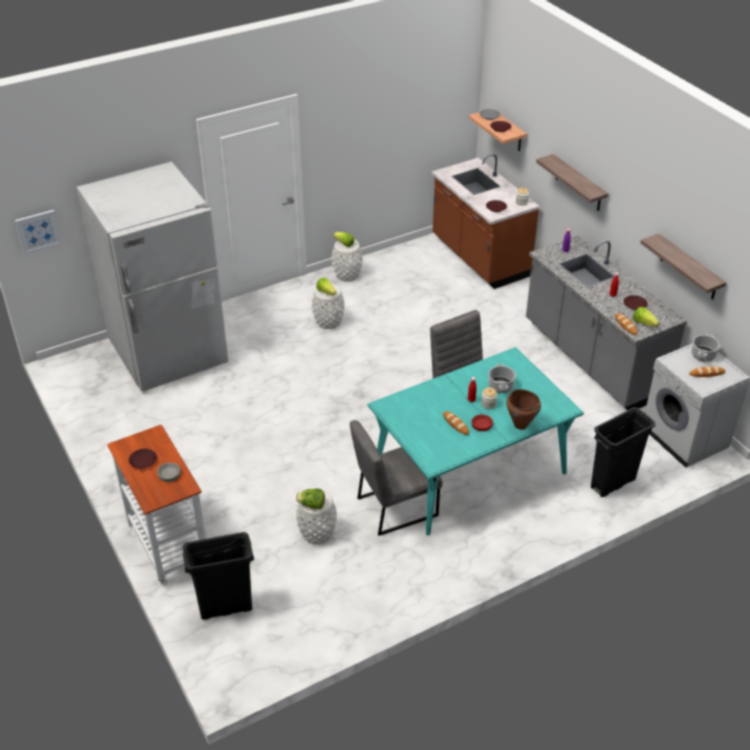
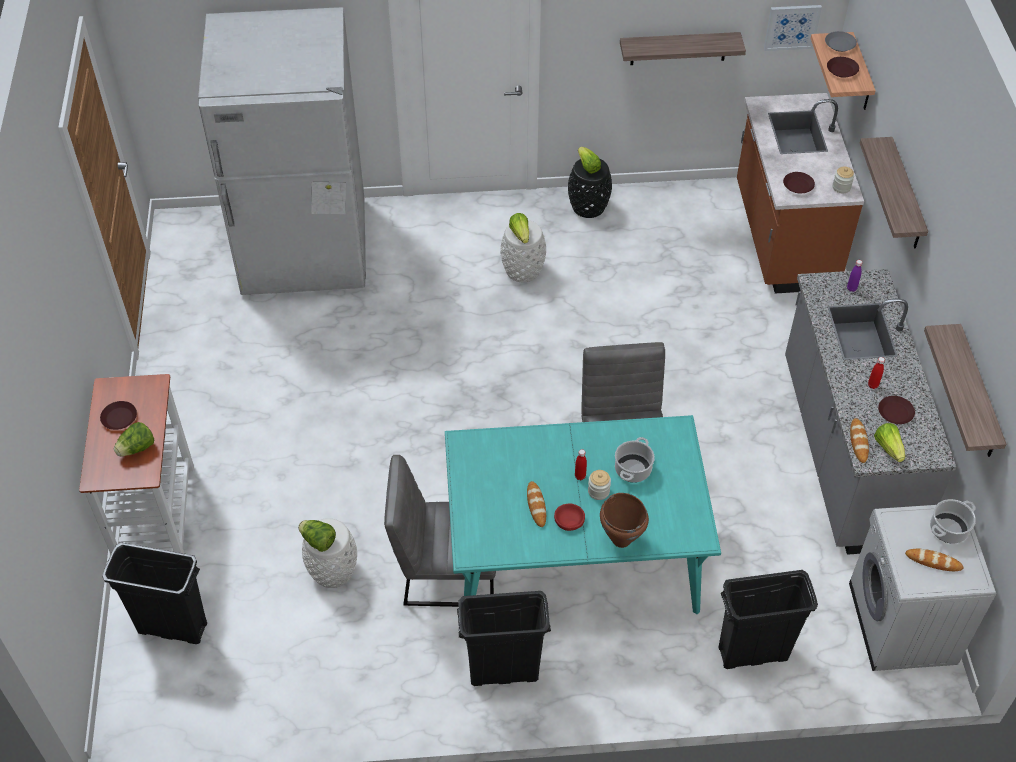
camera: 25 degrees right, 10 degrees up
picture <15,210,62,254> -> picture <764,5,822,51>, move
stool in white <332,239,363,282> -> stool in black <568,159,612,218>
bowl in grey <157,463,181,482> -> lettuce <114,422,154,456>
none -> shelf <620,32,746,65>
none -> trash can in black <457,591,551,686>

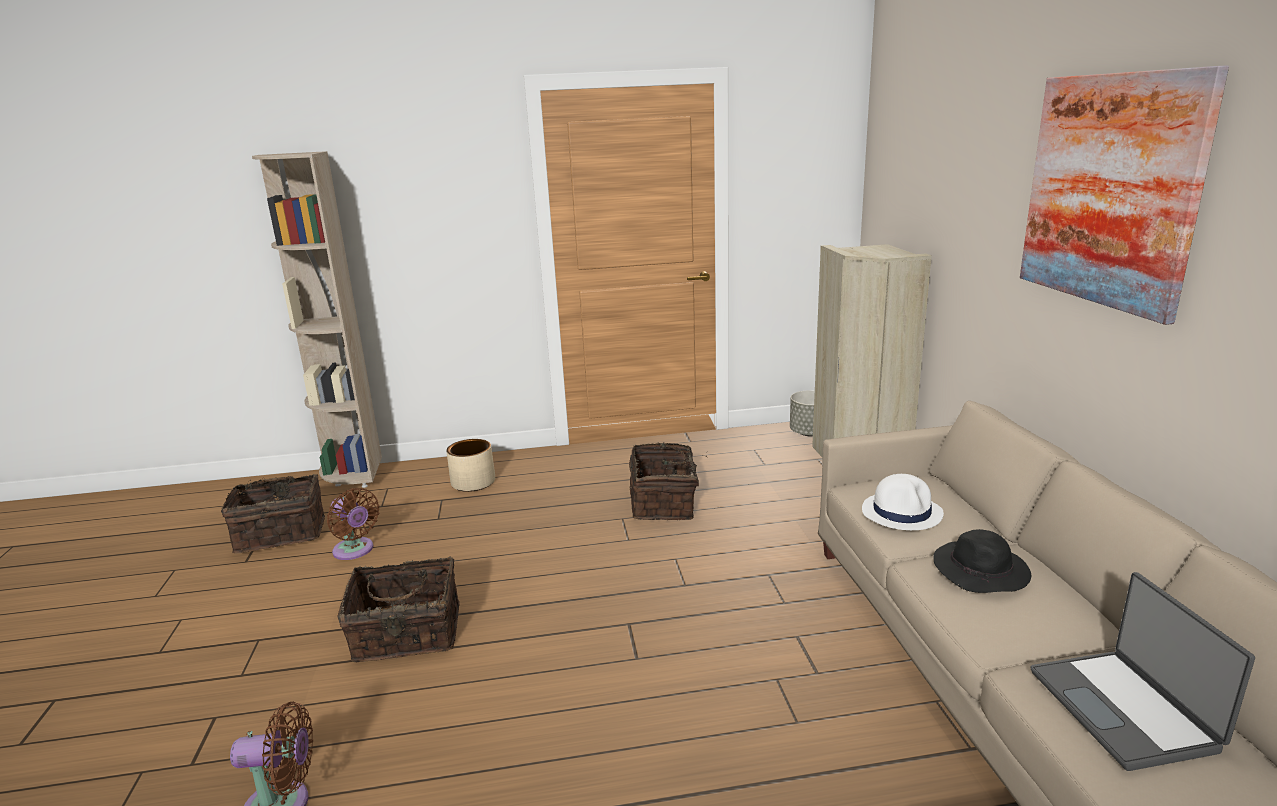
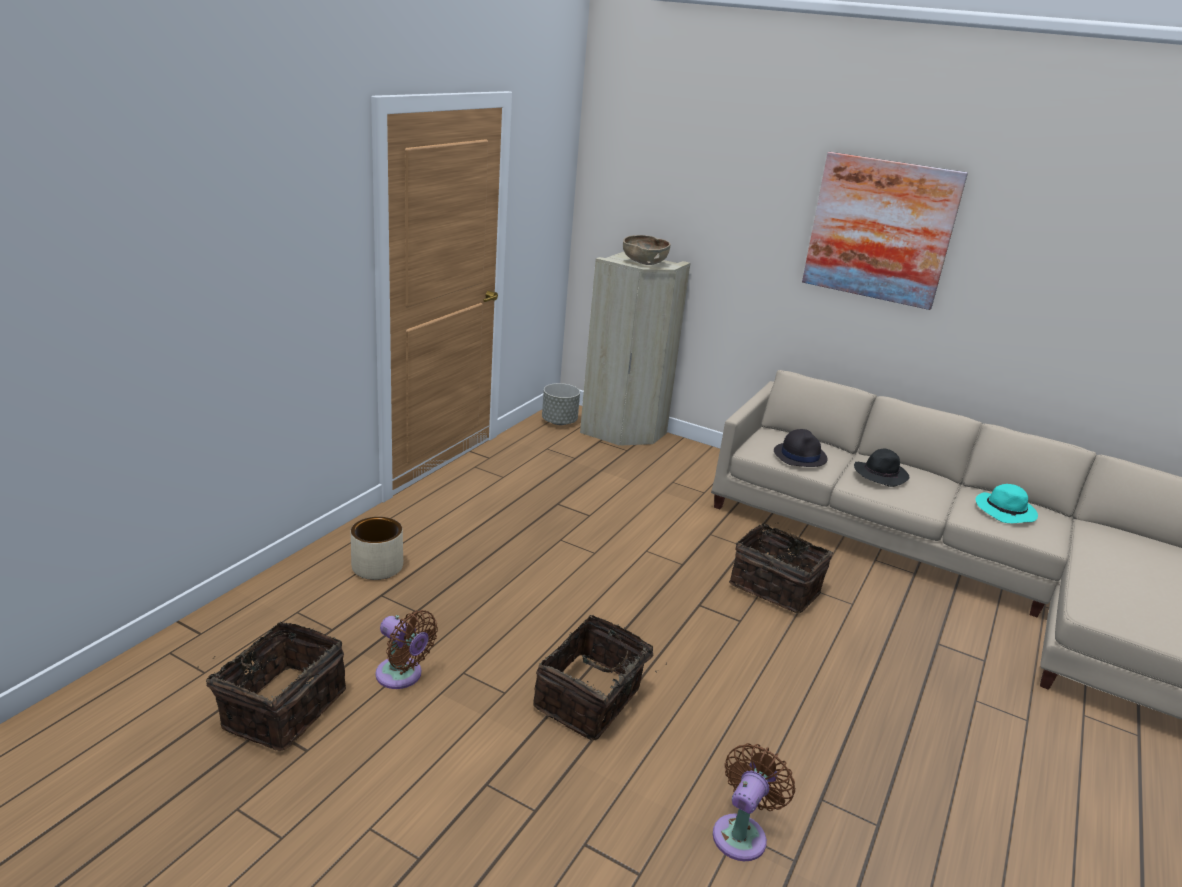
camera: 55 degrees left, 5 degrees up
bookcase in beige <252,151,382,488> -> none
basket <629,442,707,520> -> basket <729,522,833,613>, move
hat in white <862,474,944,530> -> hat in black <774,429,828,467>
fan in brown <327,488,380,560> -> fan in brown <375,610,438,689>, 45 degrees clockwise
laptop <1030,572,1255,771> -> hat in turquoise <976,484,1038,523>
none -> bowl in brown <623,235,671,265>

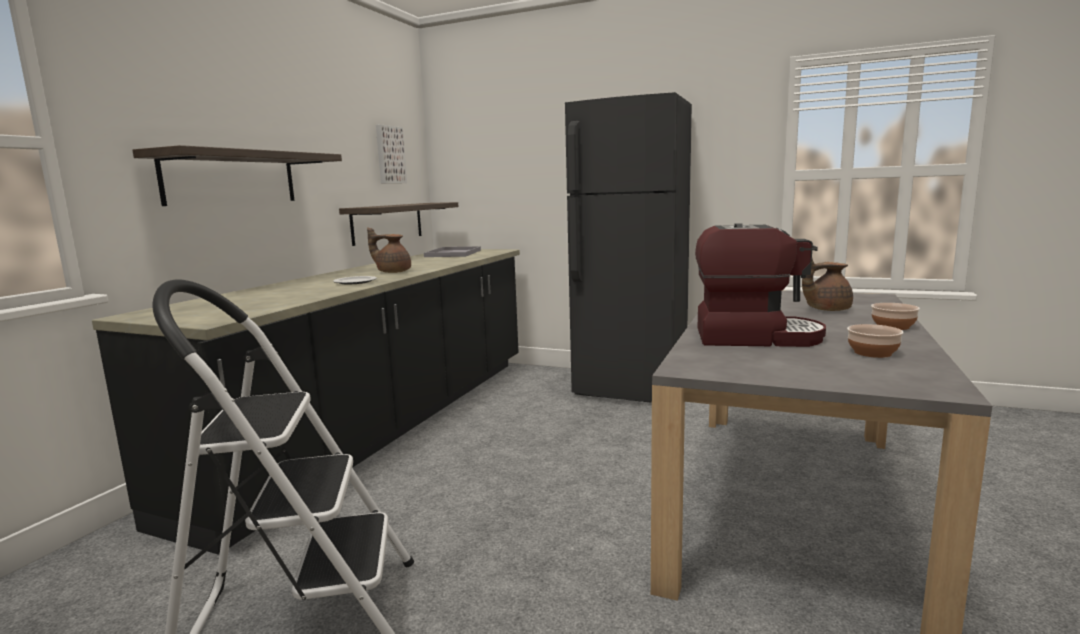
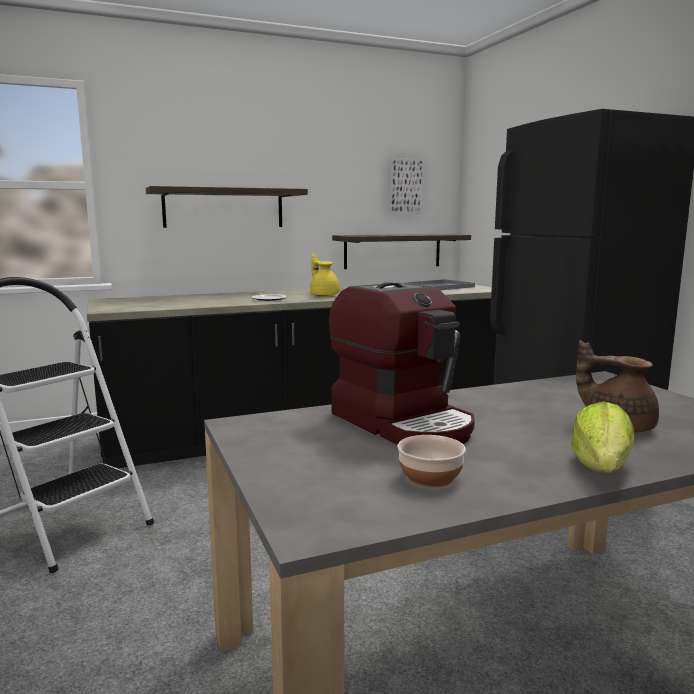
camera: 45 degrees right, 0 degrees up
teapot in brown <367,227,411,273> -> teapot in yellow <310,254,340,296>
bowl <871,303,920,330> -> lettuce <571,401,635,473>

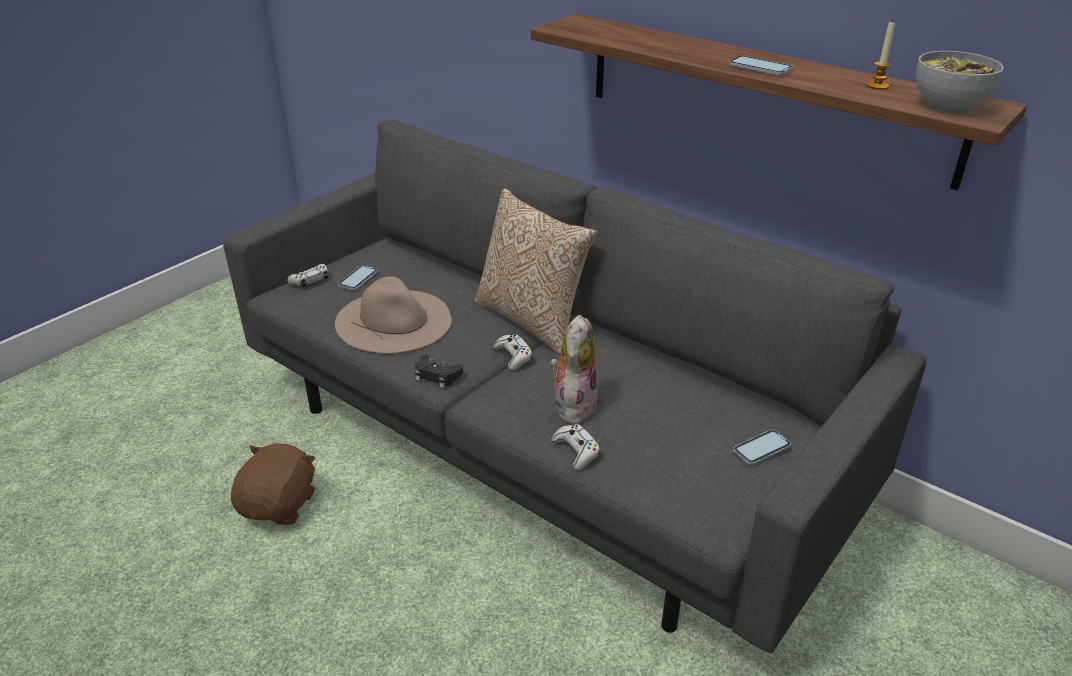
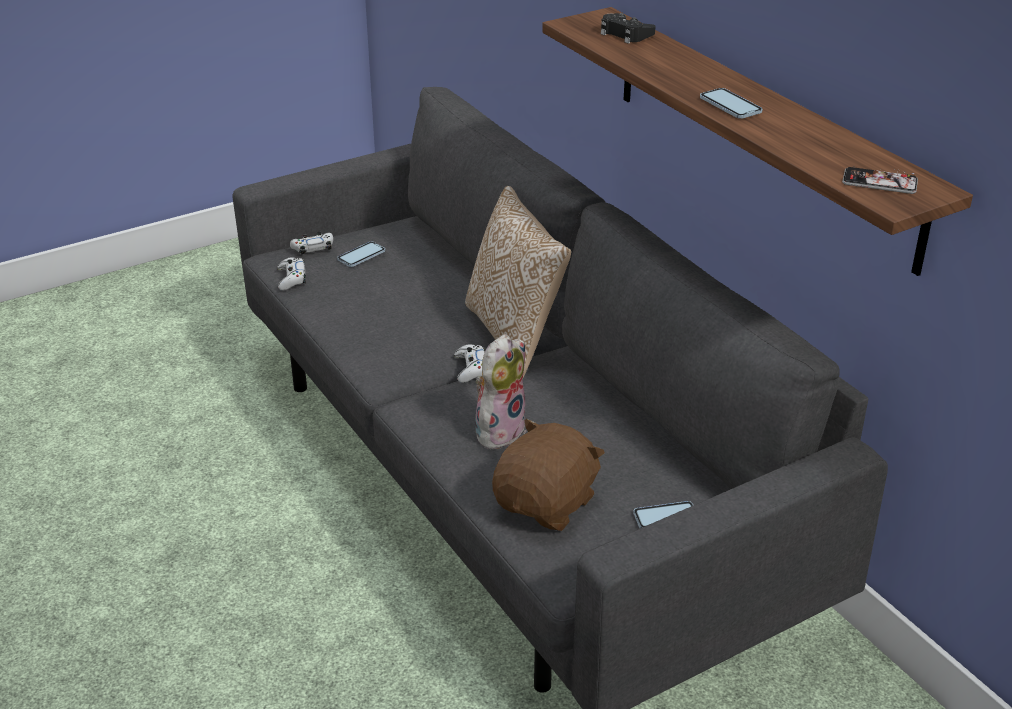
camera: 20 degrees right, 0 degrees up
candle <867,20,895,90> -> none
bowl <916,51,1004,113> -> phone <842,166,918,194>
hat in beige <335,276,452,354> -> none
game controller in black <415,355,463,388> -> game controller in black <601,13,656,44>, move
game controller in white <551,424,600,470> -> game controller in white <277,257,306,290>, move
plush toy in brown <231,444,315,525> -> plush toy in brown <492,419,605,531>, move

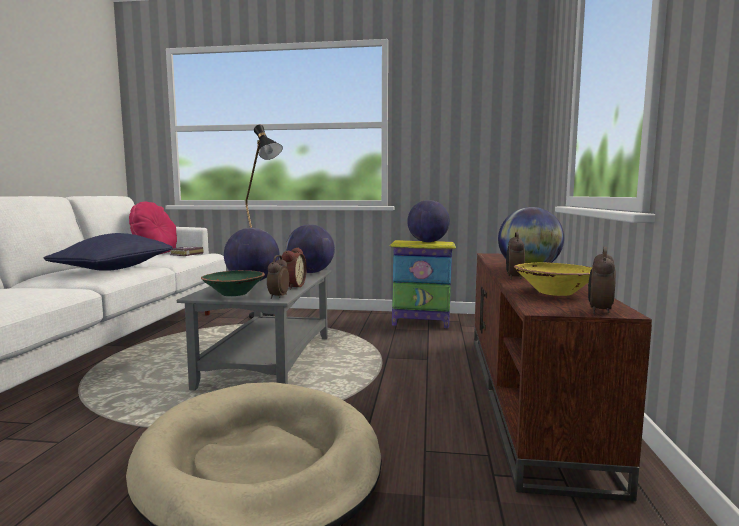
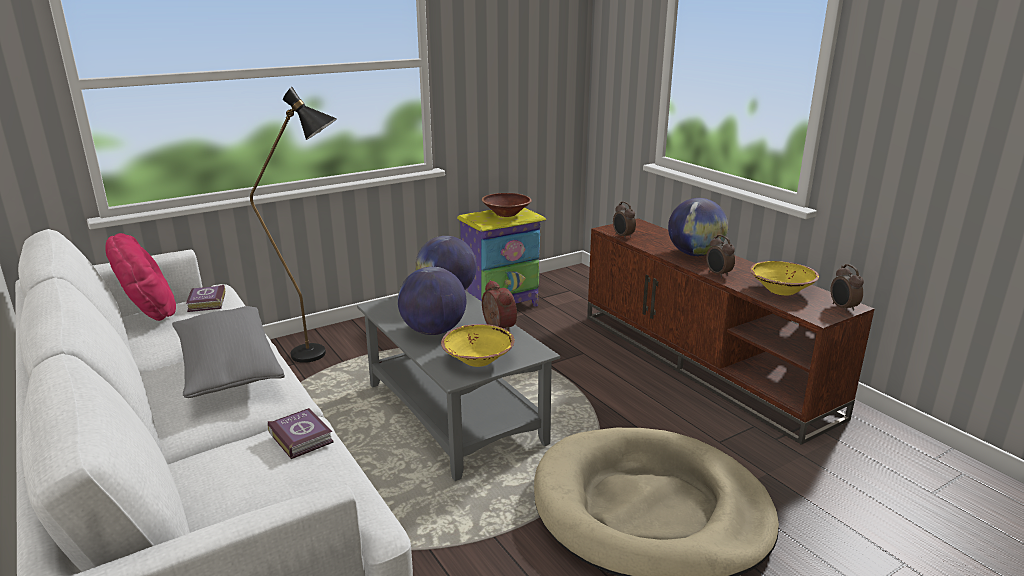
camera: 40 degrees left, 15 degrees up
globe <407,200,450,242> -> bowl in brown <482,193,532,217>
pillow in blue <44,233,173,271> -> pillow in grey <172,306,285,398>
alarm clock <267,255,289,299> -> alarm clock <613,202,636,239>, move
bowl in green <201,270,265,296> -> bowl in yellow <441,324,515,367>
none -> book <268,408,334,459>

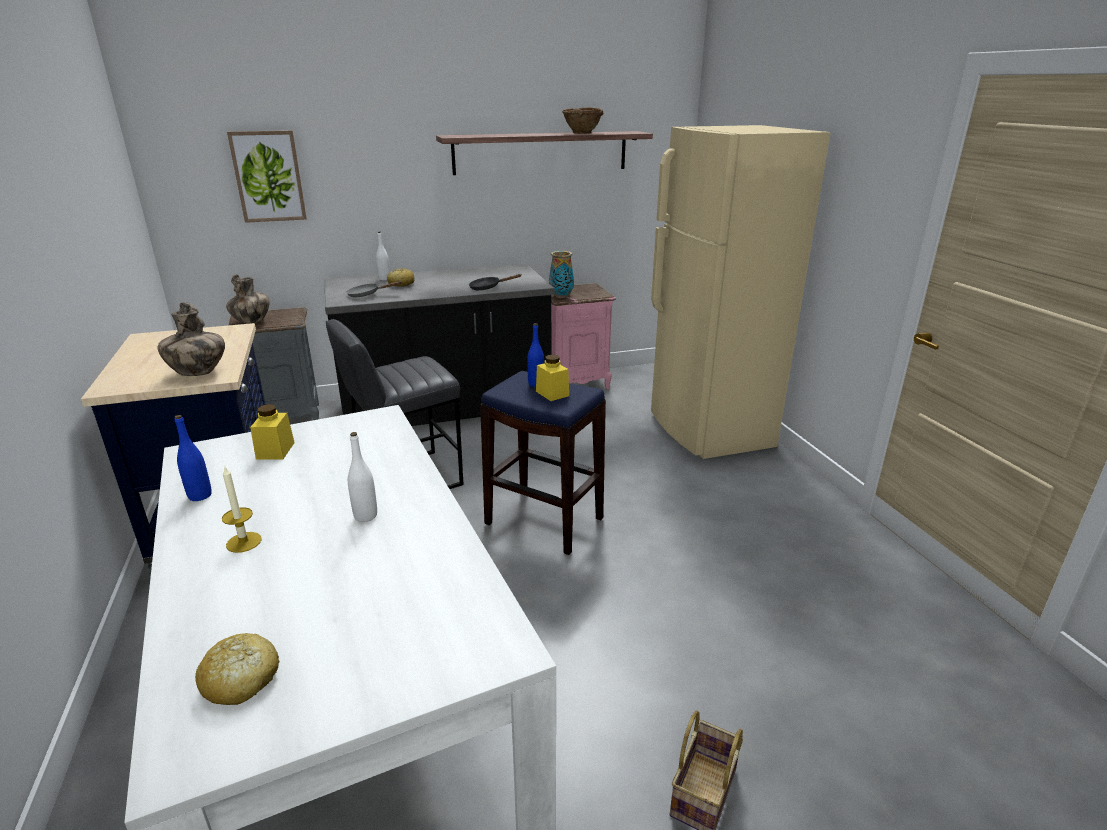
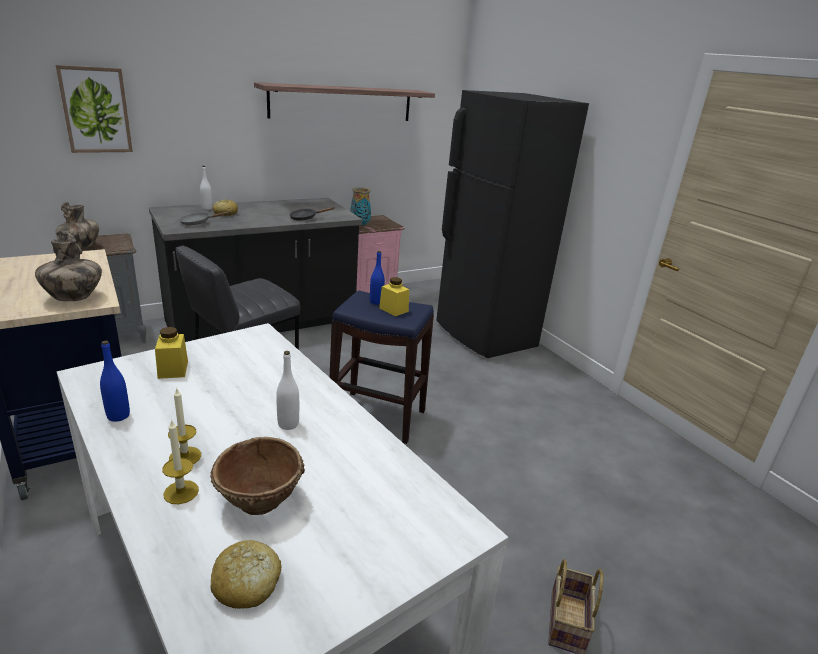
camera: 15 degrees left, 0 degrees up
bowl in brown <562,107,604,134> -> bowl in brown <210,437,305,515>, move
fridge in beige <651,125,831,459> -> fridge in black <436,90,589,358>
none -> candle <162,419,199,504>

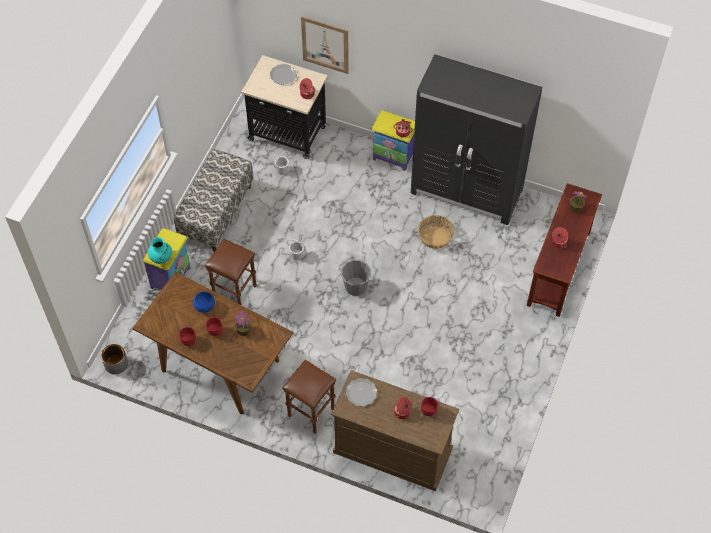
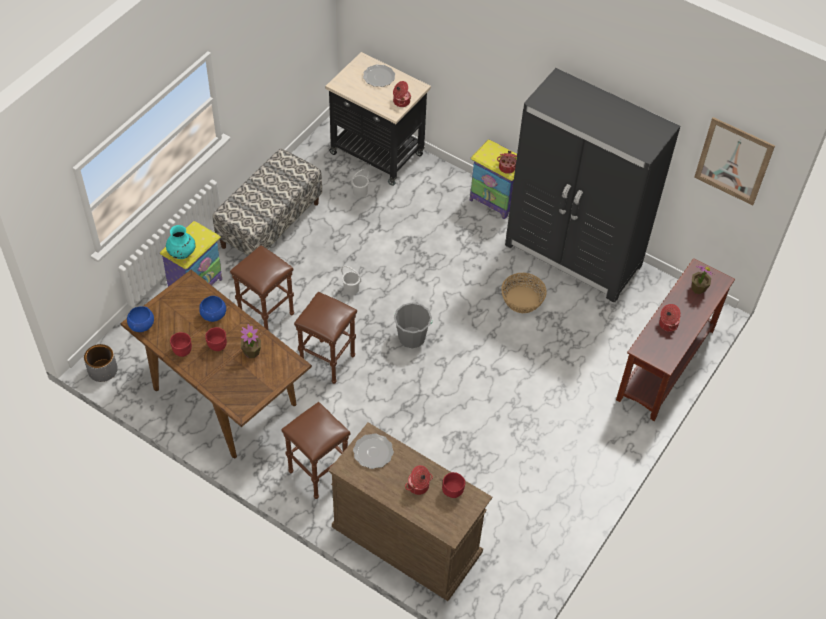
camera: 10 degrees right, 5 degrees down
picture <301,16,349,74> -> picture <694,117,775,205>, move
none -> stool in brown <294,292,357,384>
none -> bowl in blue <127,306,154,332>

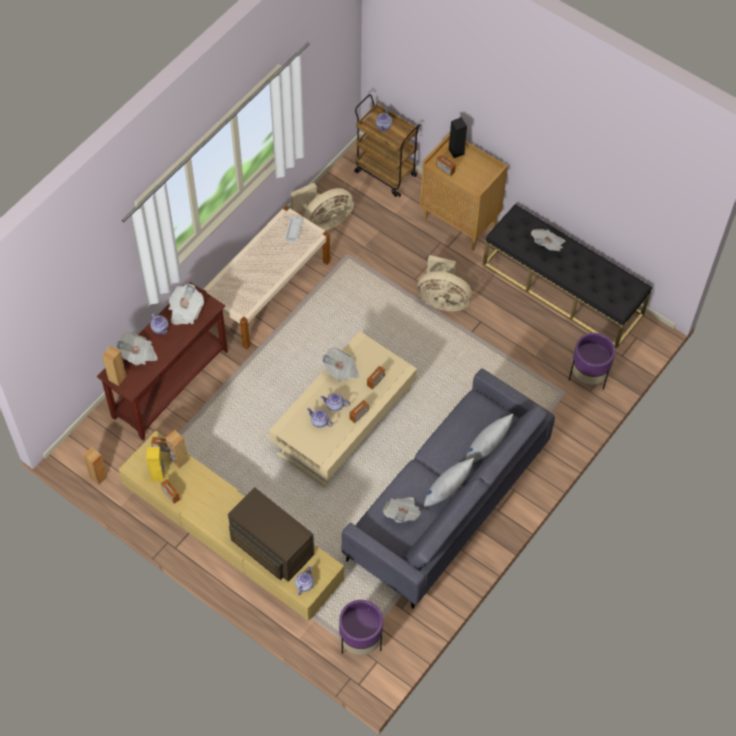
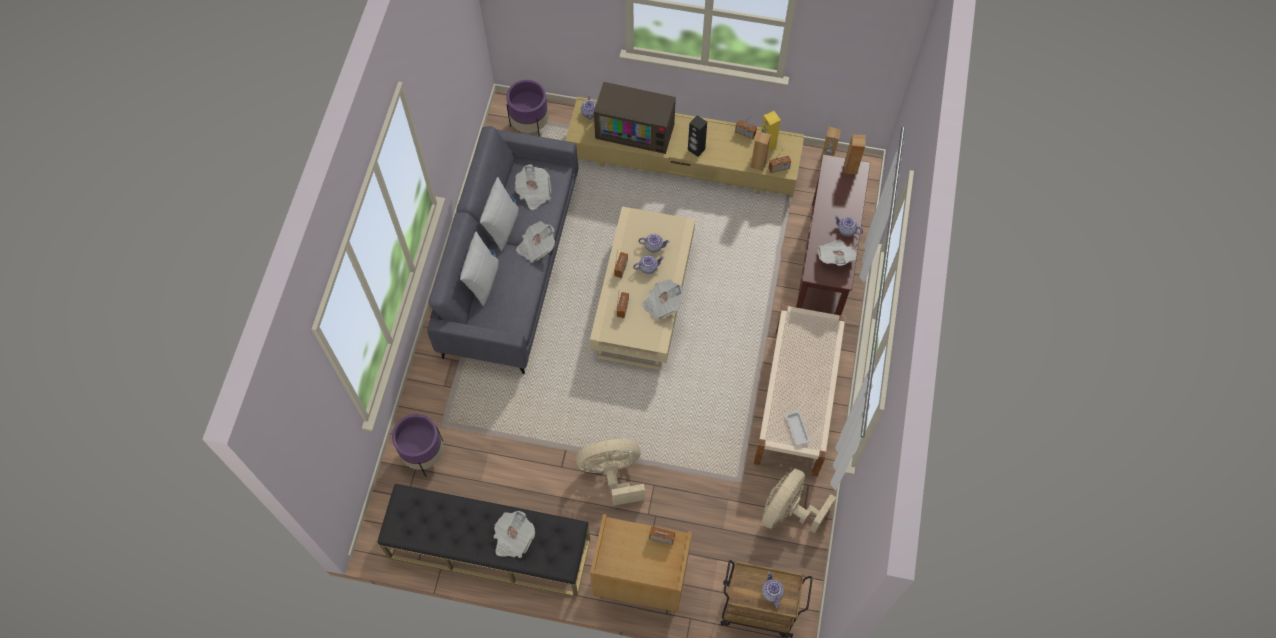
camera: 155 degrees right, 5 degrees up
speaker in black <449,117,467,158> -> speaker in black <688,115,707,157>, move
newspaper <116,332,158,366> -> newspaper <516,221,555,263>, move

